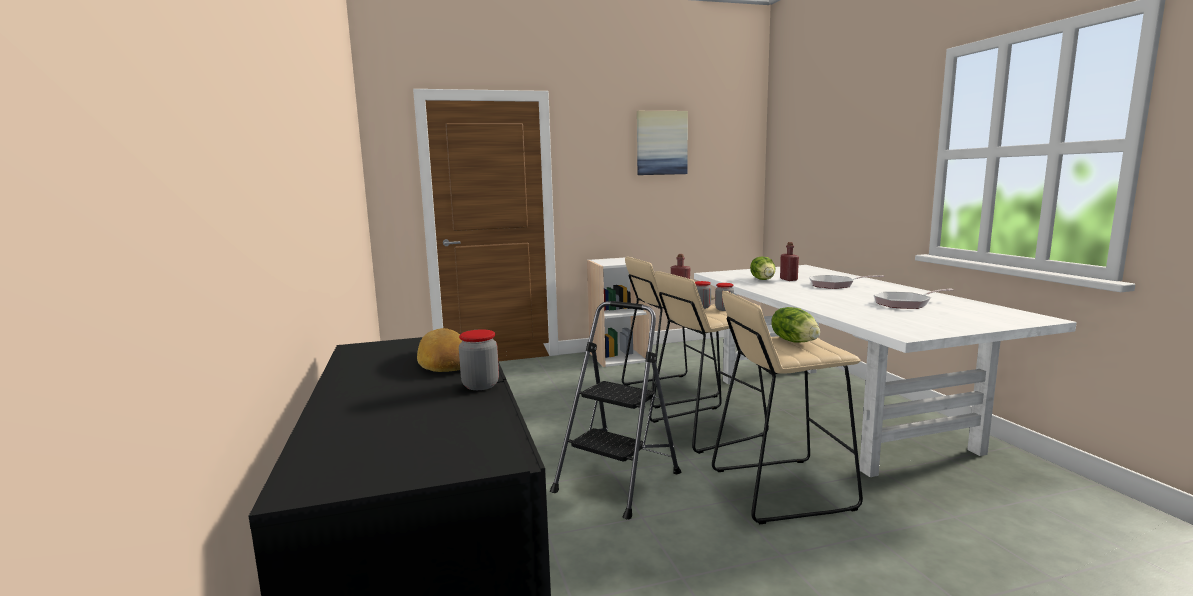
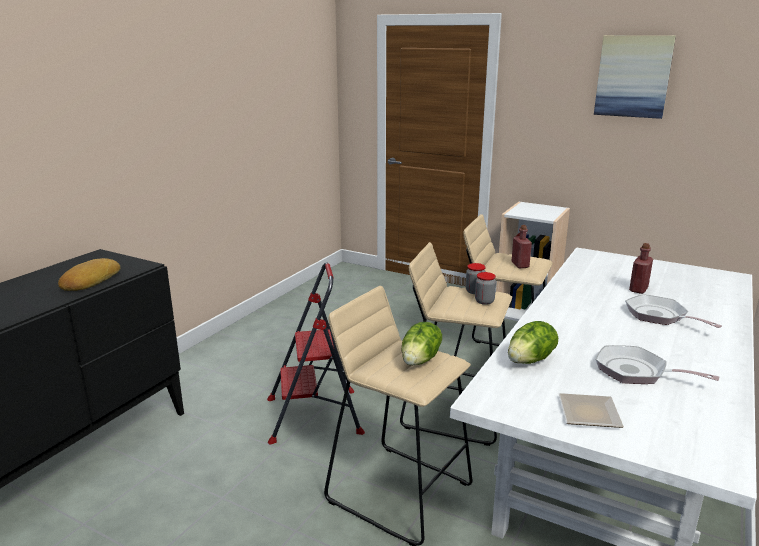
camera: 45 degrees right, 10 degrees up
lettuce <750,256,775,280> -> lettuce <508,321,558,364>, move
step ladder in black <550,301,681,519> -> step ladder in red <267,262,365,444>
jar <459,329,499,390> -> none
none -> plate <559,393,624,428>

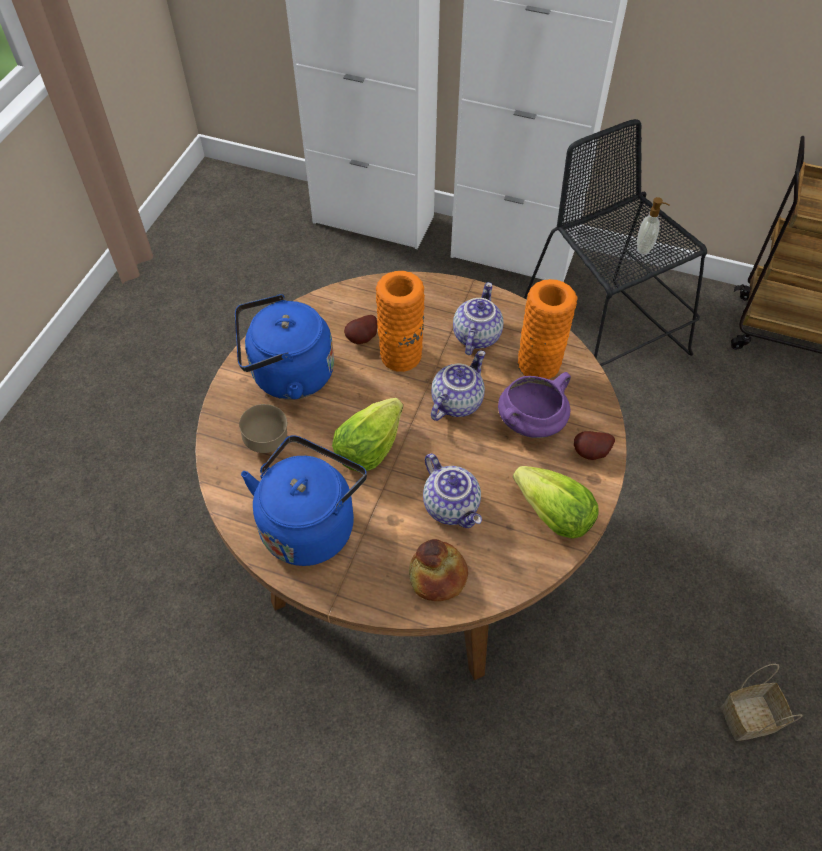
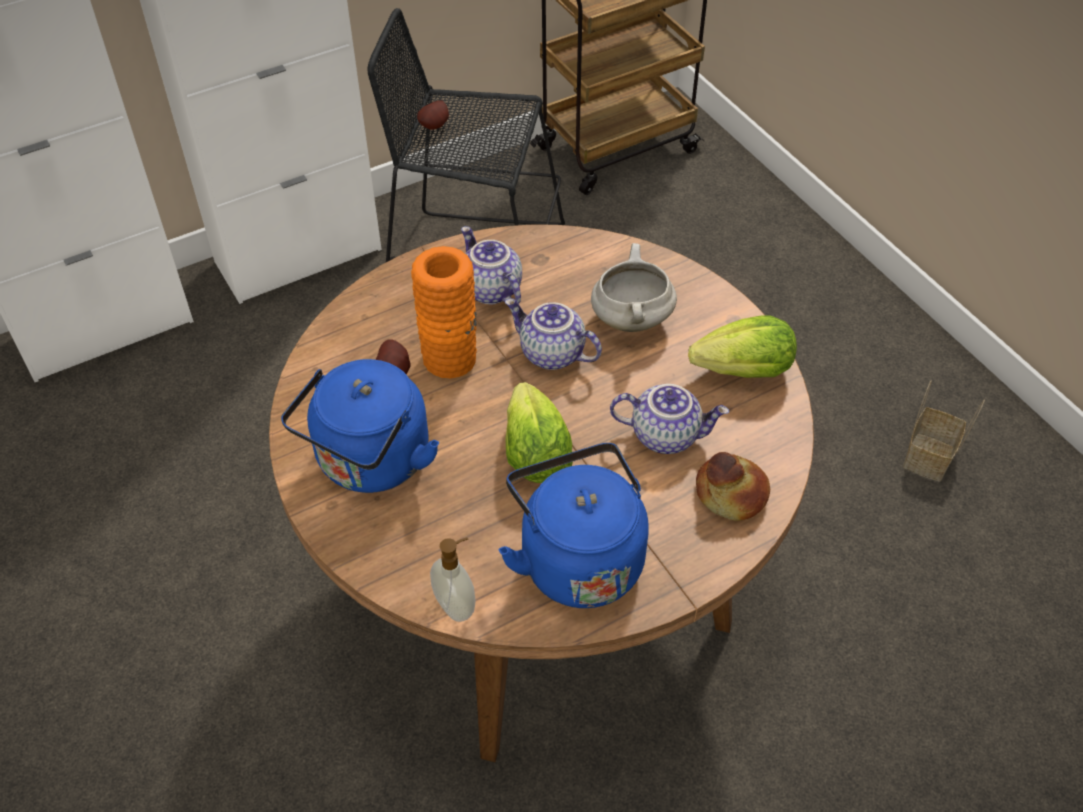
camera: 50 degrees left, 5 degrees down
soap dispenser <637,197,670,255> -> soap dispenser <430,537,476,622>, move
vase in orange <518,279,577,379> -> none
teapot <431,350,485,421> -> teapot <505,298,602,370>, 45 degrees counterclockwise
cooking pot in purple <498,372,571,438> -> cooking pot in white <591,243,677,332>
bowl in brown <239,404,287,453> -> none
potato <574,431,615,460> -> potato <417,100,449,130>, move

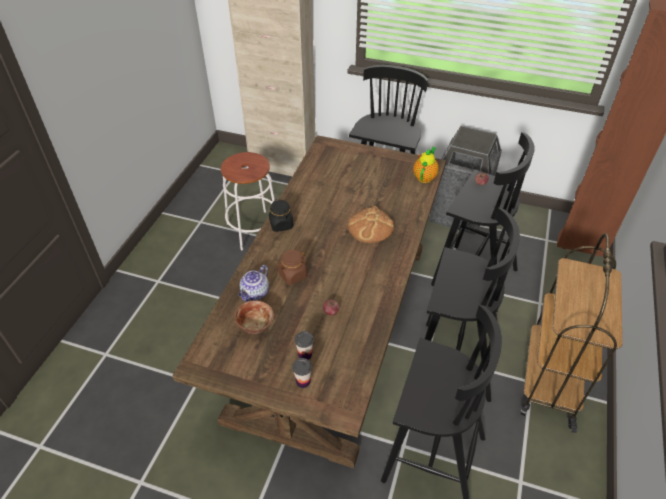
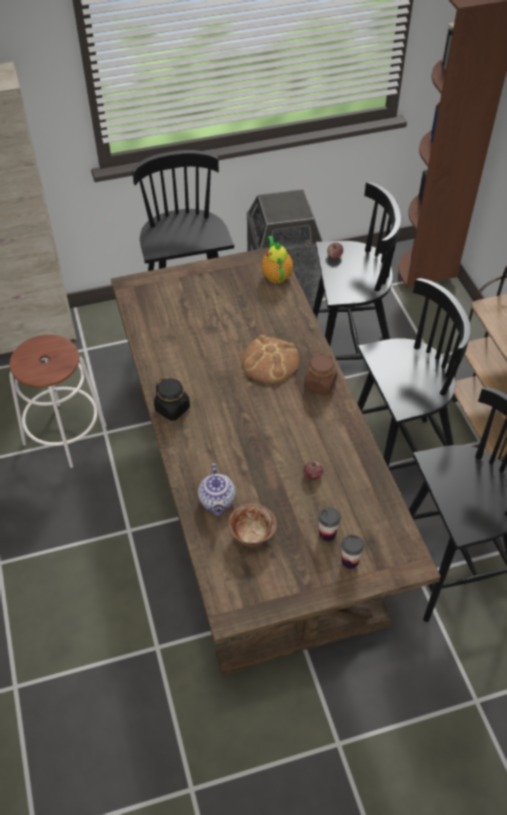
camera: 35 degrees left, 5 degrees up
jar in brown <277,250,307,285> -> jar in brown <304,353,337,395>, move

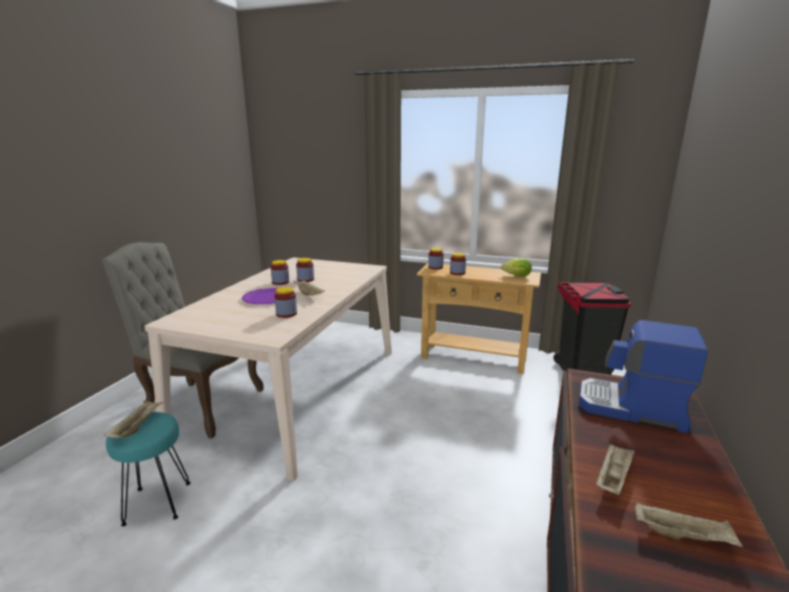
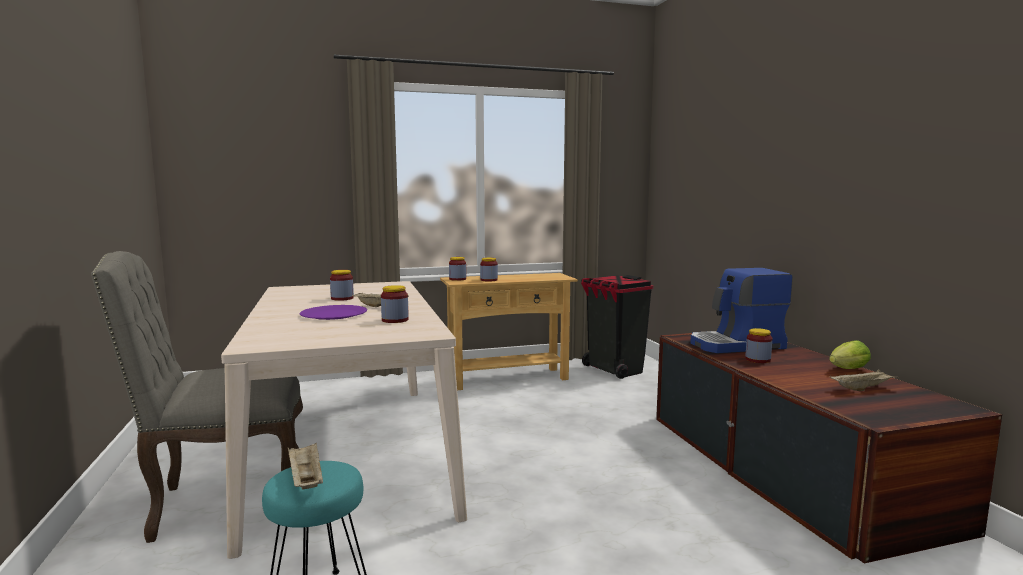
camera: 35 degrees left, 10 degrees down
lettuce <501,258,532,276> -> lettuce <829,340,871,369>, move
jar <271,260,289,285> -> jar <745,328,772,363>, move
tray in beige <596,443,635,495> -> none

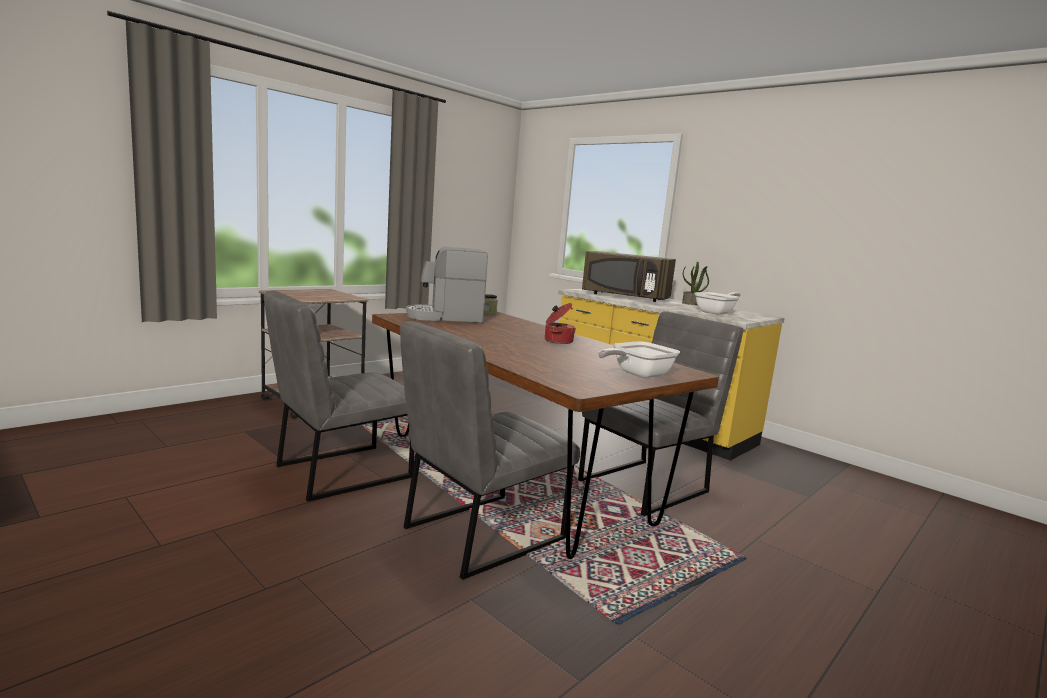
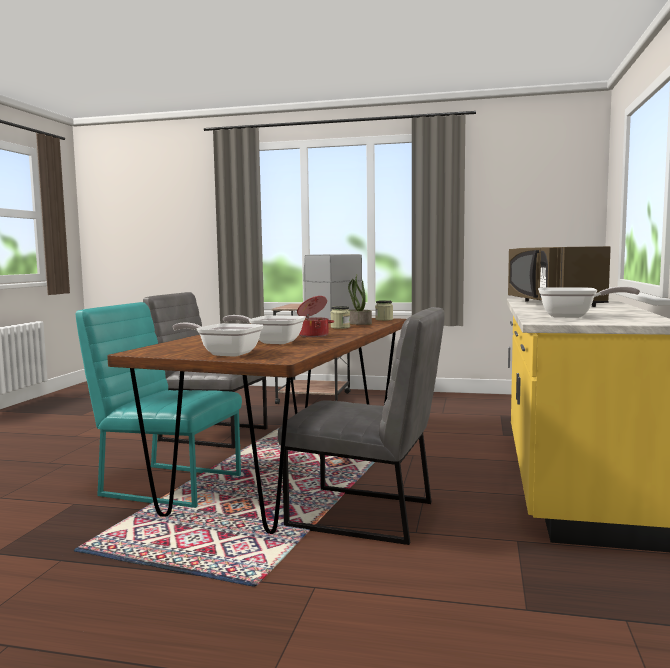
camera: 60 degrees right, 5 degrees down
potted plant <682,262,709,305> -> potted plant <348,275,372,325>, move
chair in grey <400,321,580,580> -> chair in turquoise <76,302,242,508>
none -> jar <330,306,350,329>
none -> frying pan <223,315,305,344>

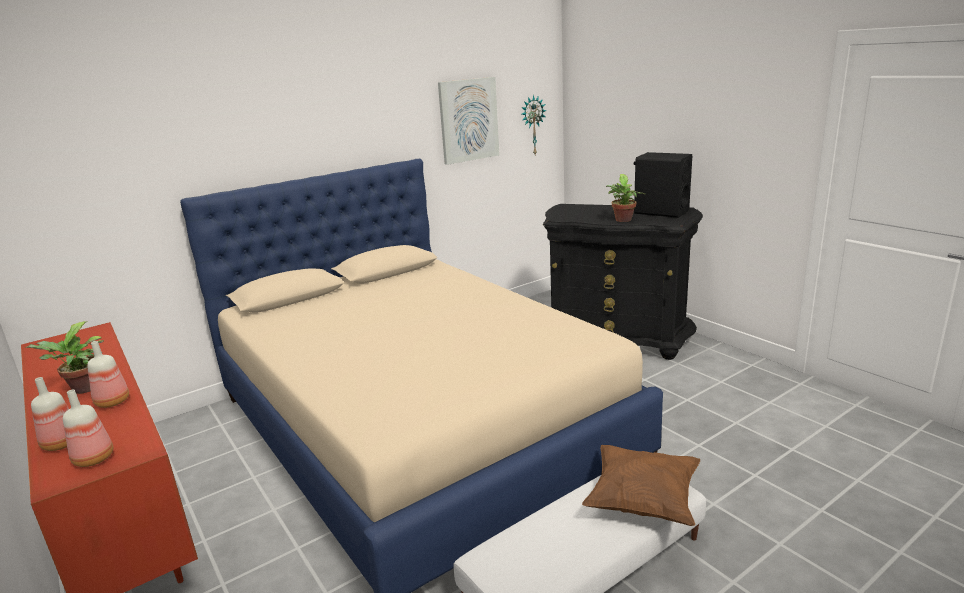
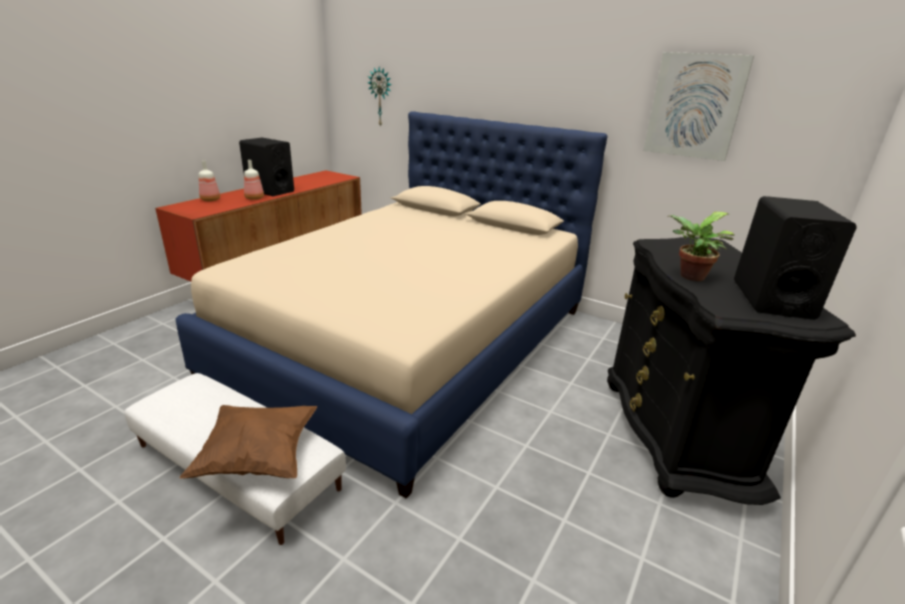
camera: 65 degrees right, 5 degrees up
wall clock <522,95,547,155> -> wall clock <368,67,392,127>, move
potted plant <25,321,104,394> -> speaker in black <239,138,294,196>
bottle <63,390,113,467> -> none

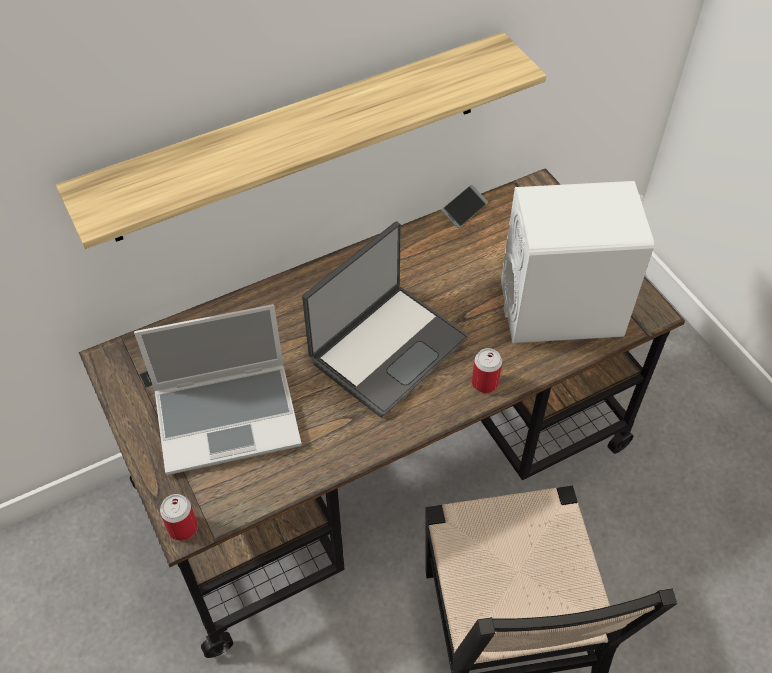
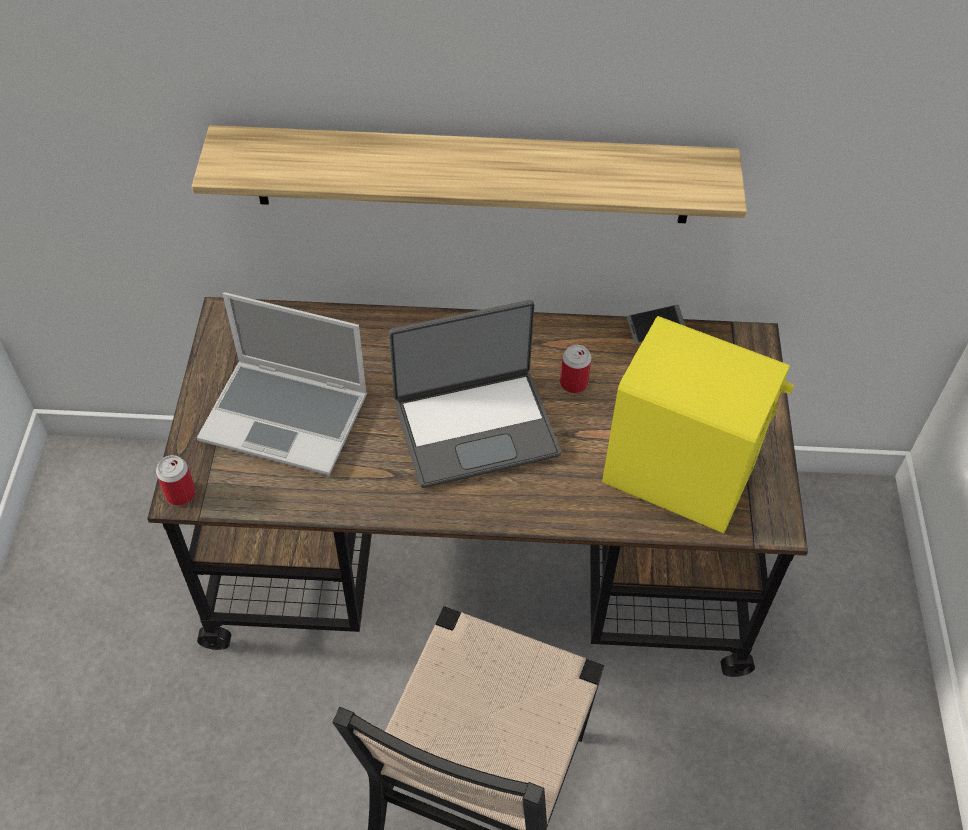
camera: 30 degrees right, 0 degrees up
speaker in white <501,181,654,343> -> speaker in yellow <602,316,794,533>
can <472,348,502,393> -> can <560,345,591,393>, move

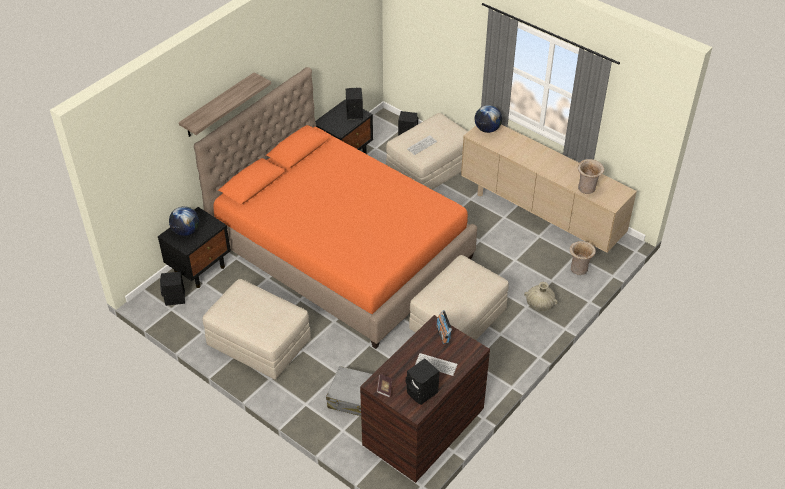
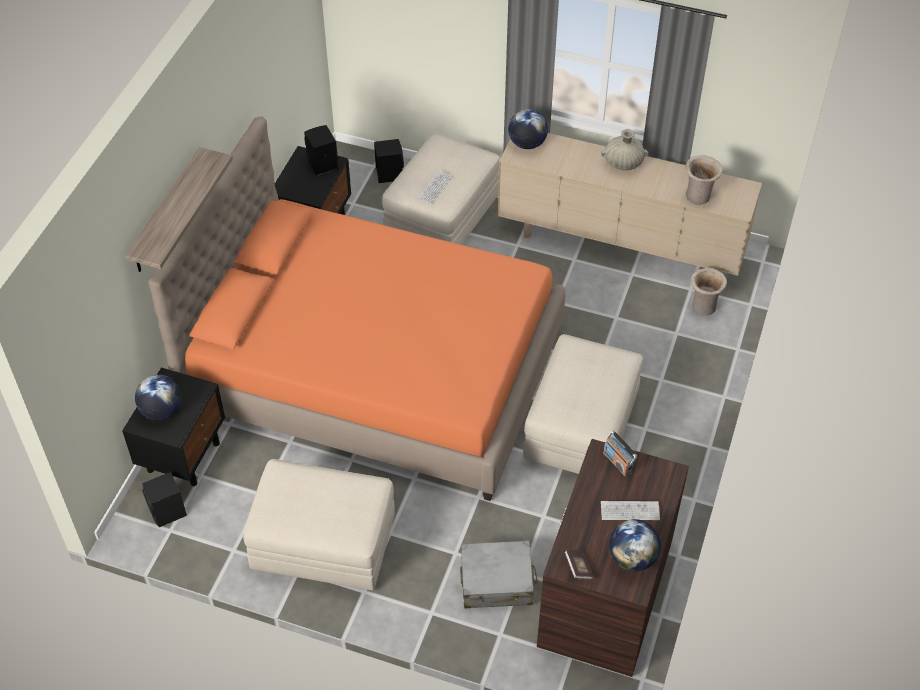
camera: 20 degrees left, 5 degrees up
vase in beige <524,282,558,311> -> vase in beige <601,129,649,171>, move
speaker in black <406,358,439,405> -> globe <609,519,661,571>

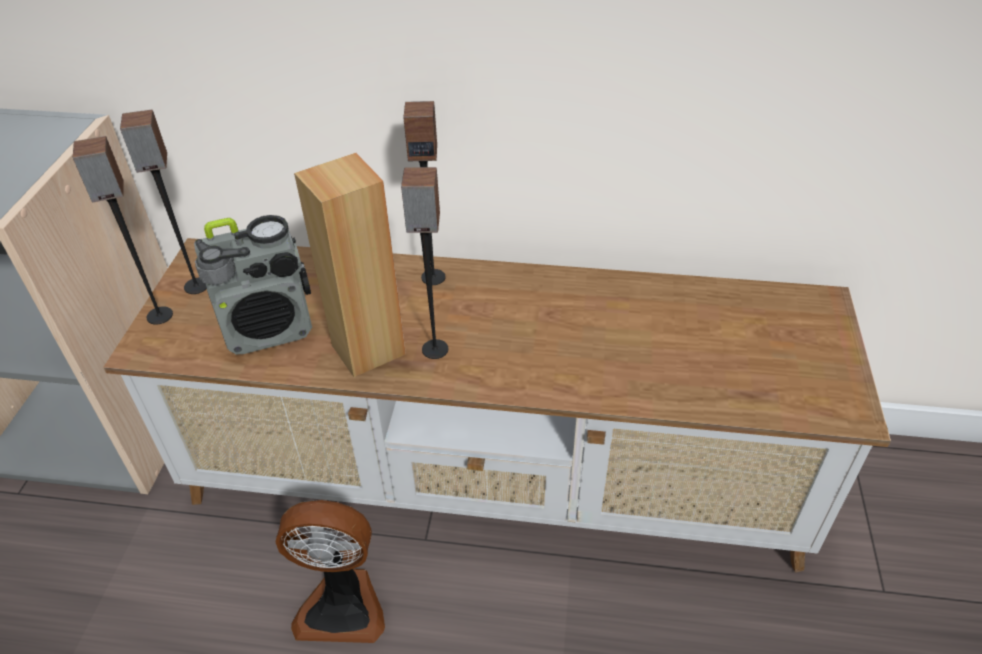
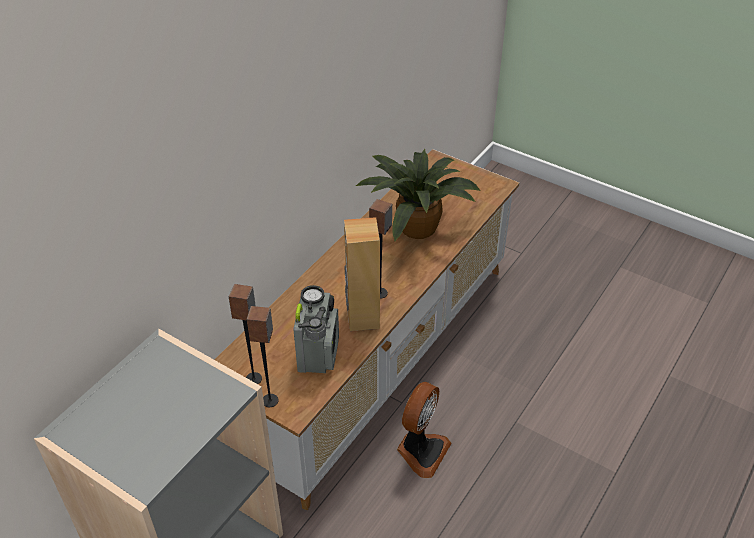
camera: 65 degrees left, 0 degrees up
speaker <403,101,446,285> -> none
none -> potted plant <356,149,481,241>

